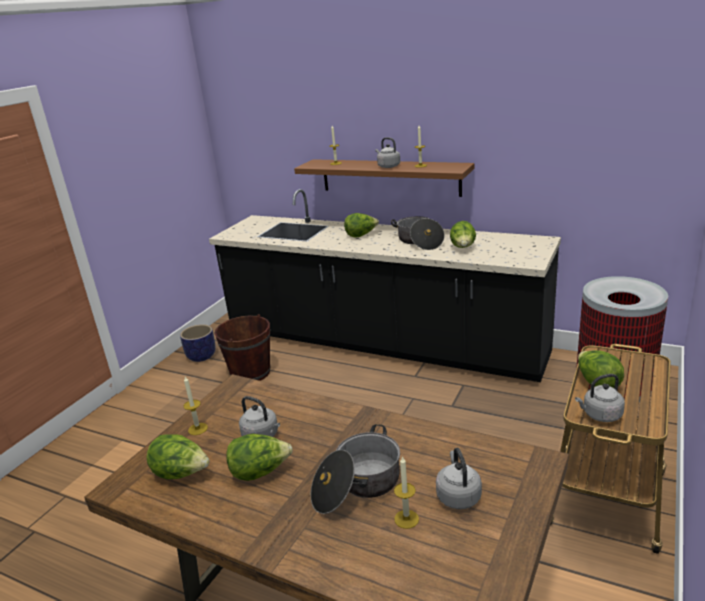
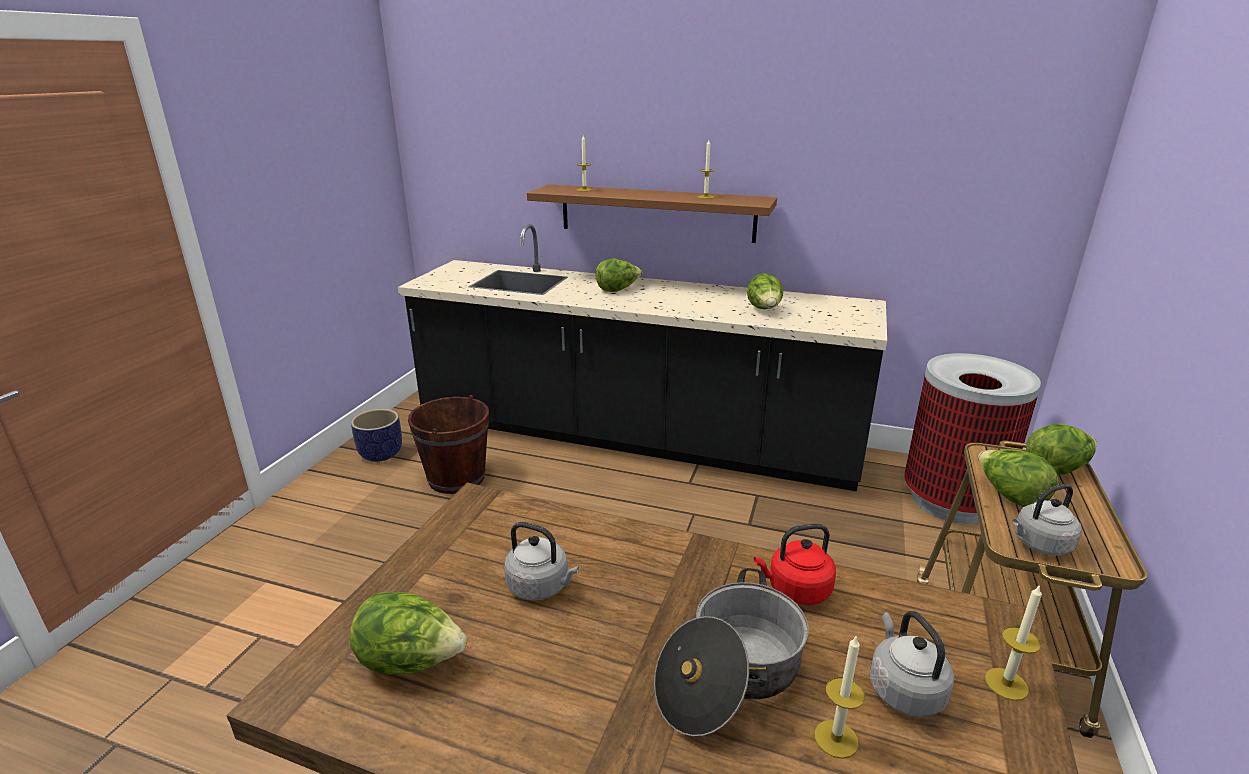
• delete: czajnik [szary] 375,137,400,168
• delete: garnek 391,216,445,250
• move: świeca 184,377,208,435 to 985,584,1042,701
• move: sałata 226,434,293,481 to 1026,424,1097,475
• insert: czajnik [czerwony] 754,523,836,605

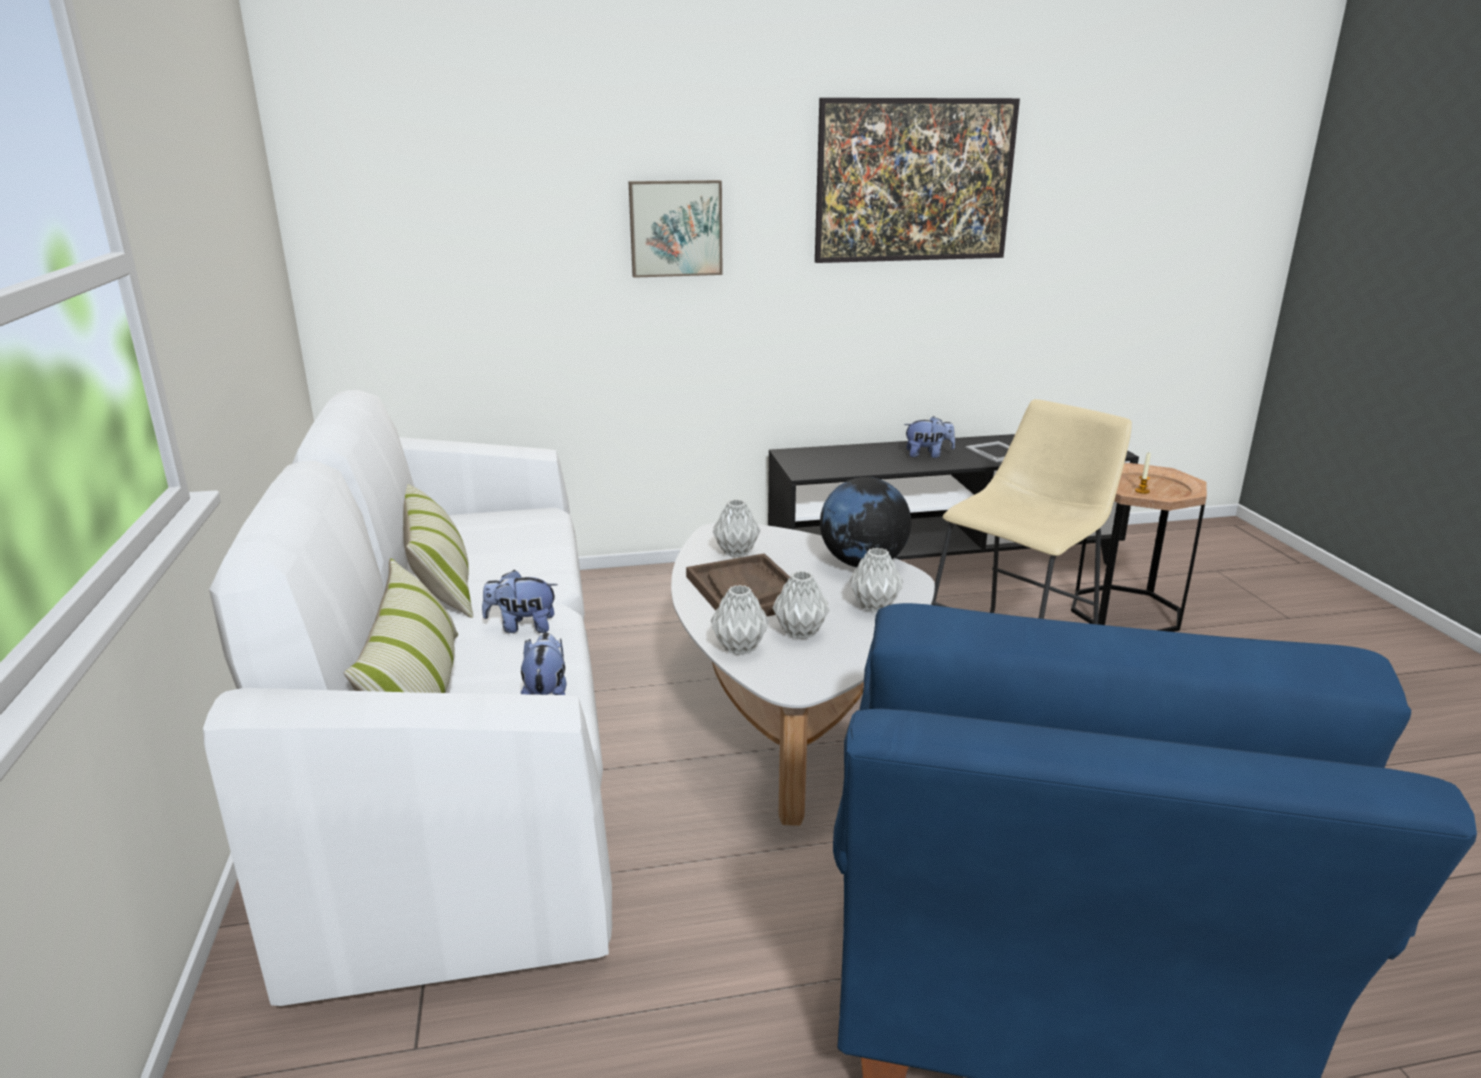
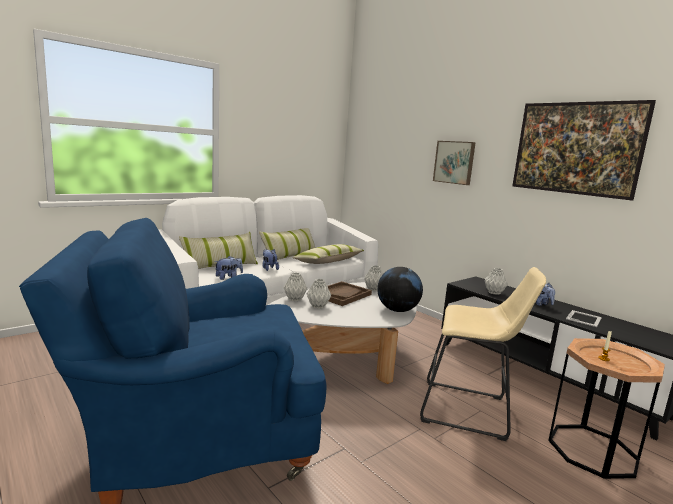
• move: wazon [szary] 849,548,903,612 to 484,268,508,295
• insert: poduszka 292,244,364,264

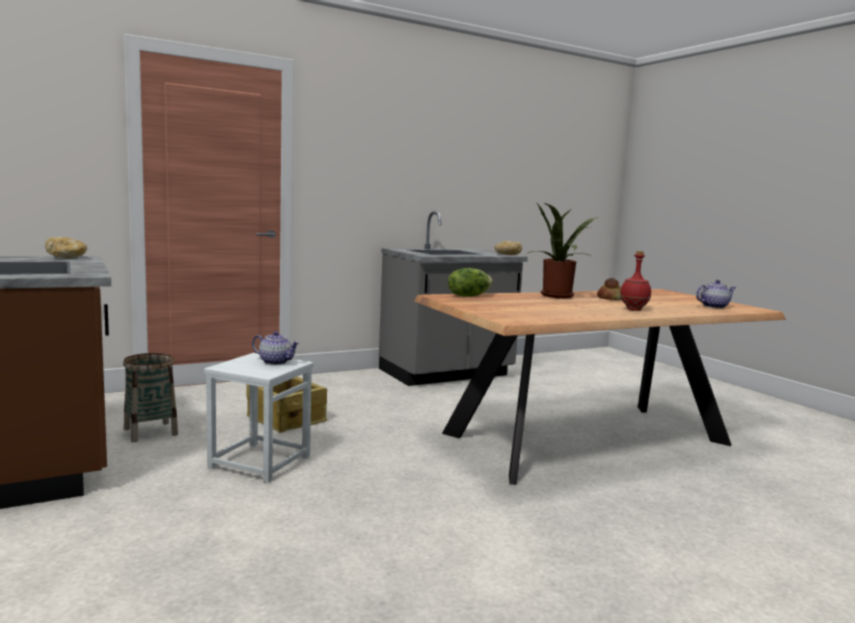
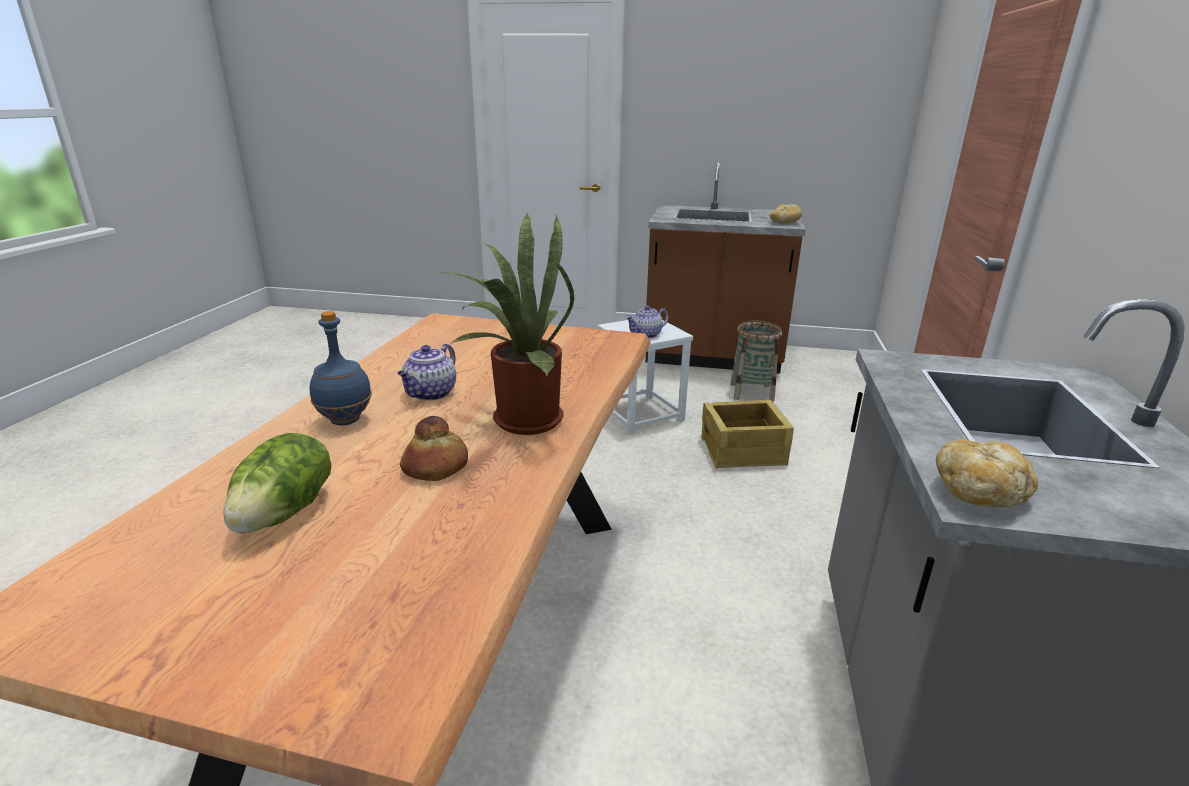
• recolor: butelka [czerwony] 620,251,651,311 to butelka [niebieski] 310,311,372,426
• move: sałata 448,268,493,297 to 223,433,331,533
• move: imbryk 696,280,736,308 to 398,344,456,401

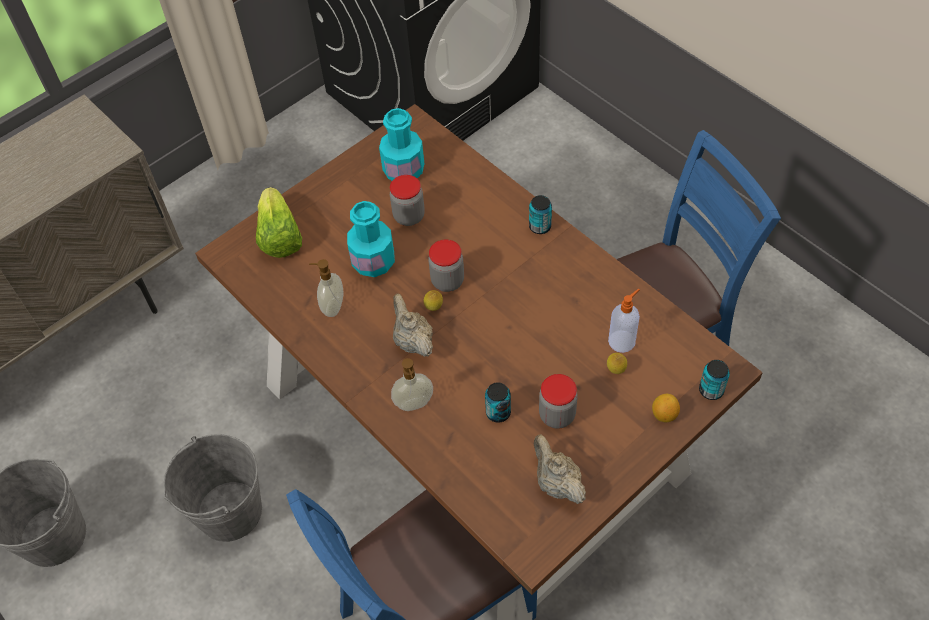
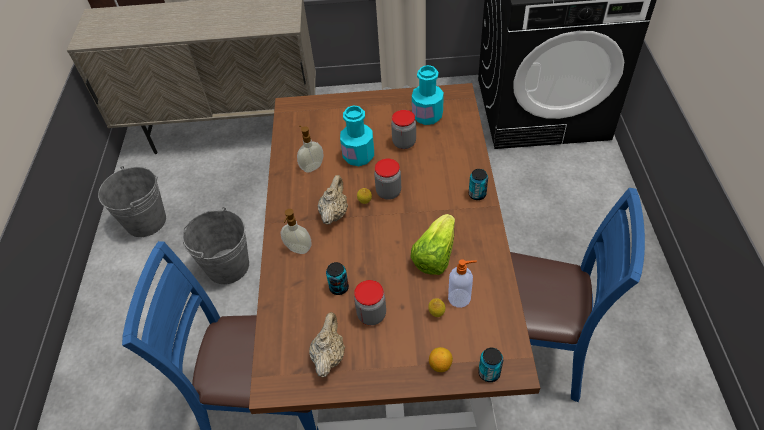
• move: sałata 256,187,302,258 to 411,214,455,275

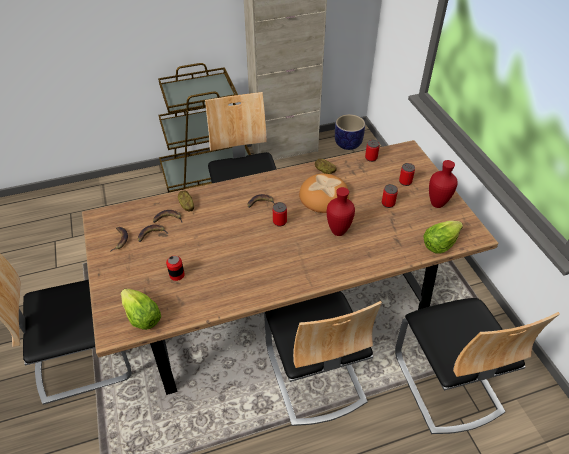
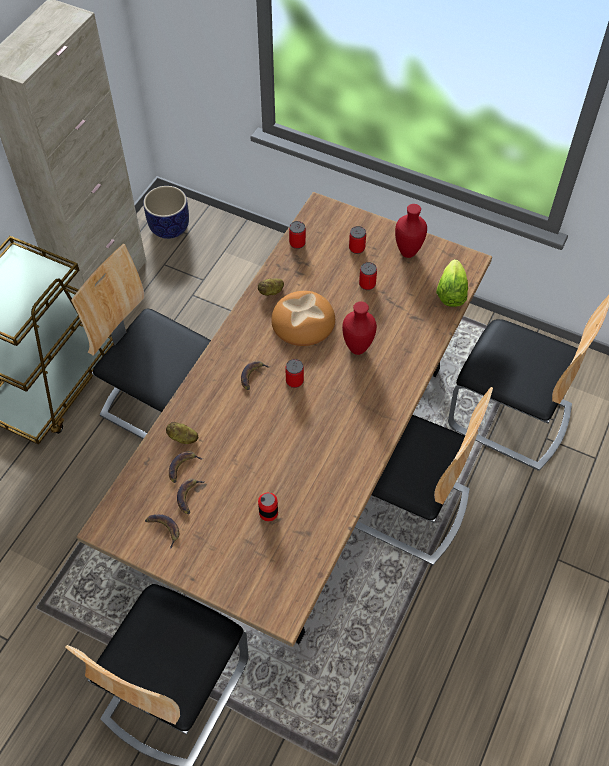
• delete: sałata 121,289,161,330

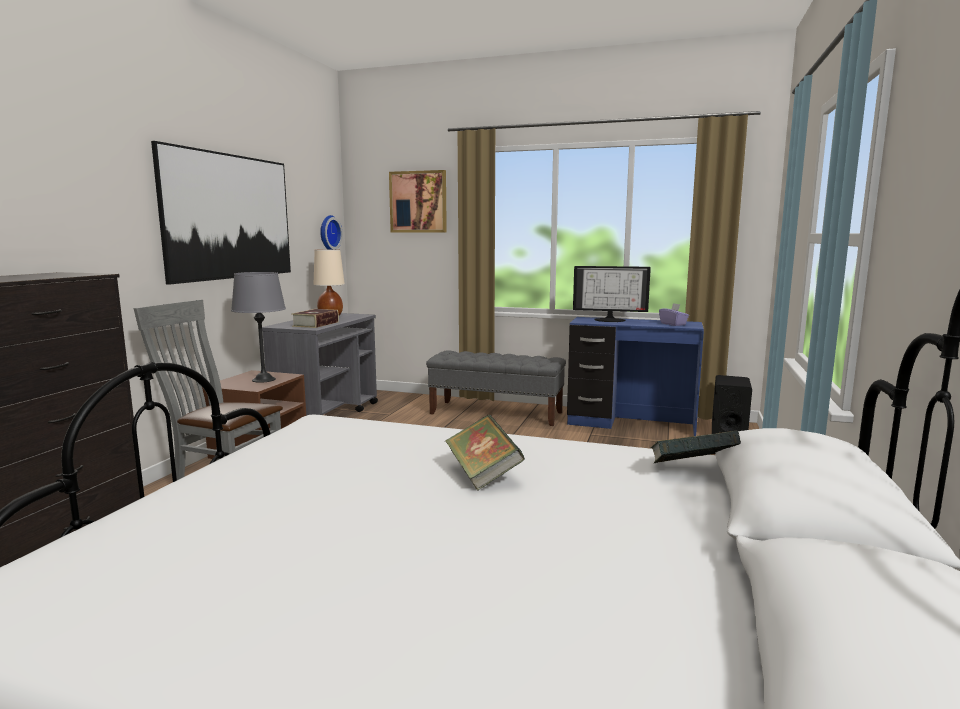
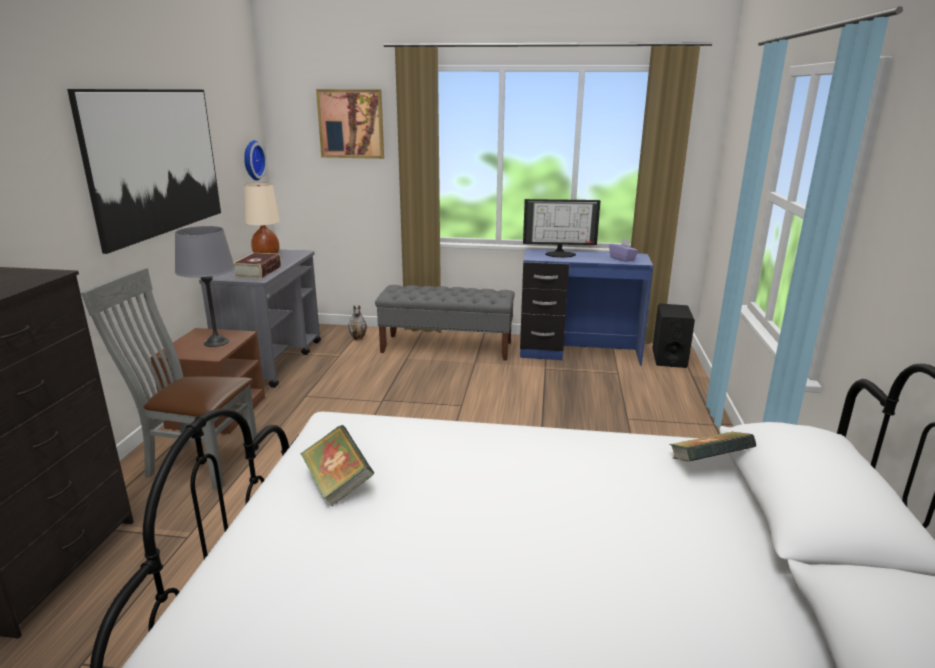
• move: książka 446,415,525,491 to 301,425,374,506
• insert: wazon 348,305,367,341

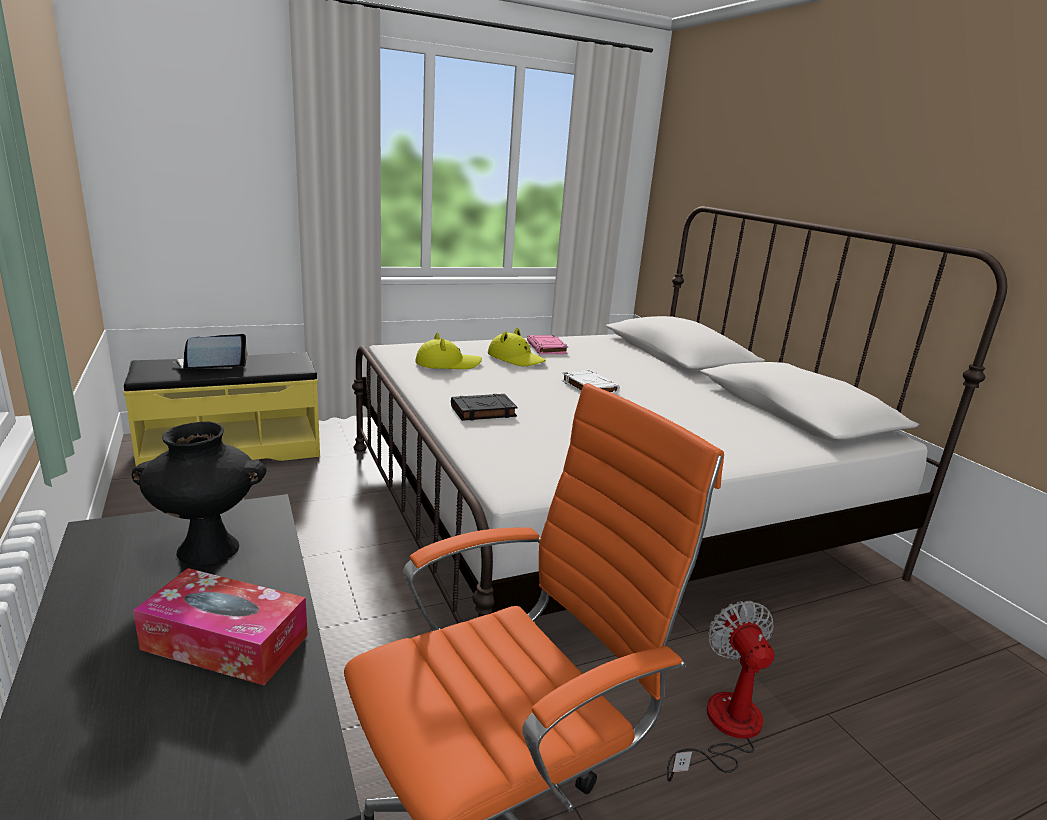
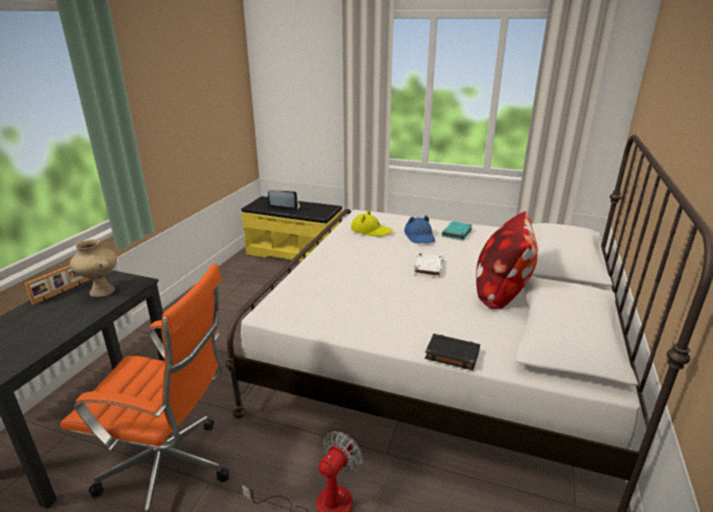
• recolor: kapelusz [żółty] 488,328,546,366 to kapelusz [niebieski] 404,215,435,243
• recolor: książka [różowy] 527,335,568,354 to książka [turkusowy] 442,221,472,241
• move: książka [czarny] 451,394,517,421 to 425,334,480,370
• recolor: wazon [czarny] 131,421,266,566 to wazon [beżowy] 70,240,117,297
• delete: pudełko chusteczek 133,568,308,685
• insert: poduszka 476,211,538,309
• insert: ramka na zdjęcie 25,265,90,305

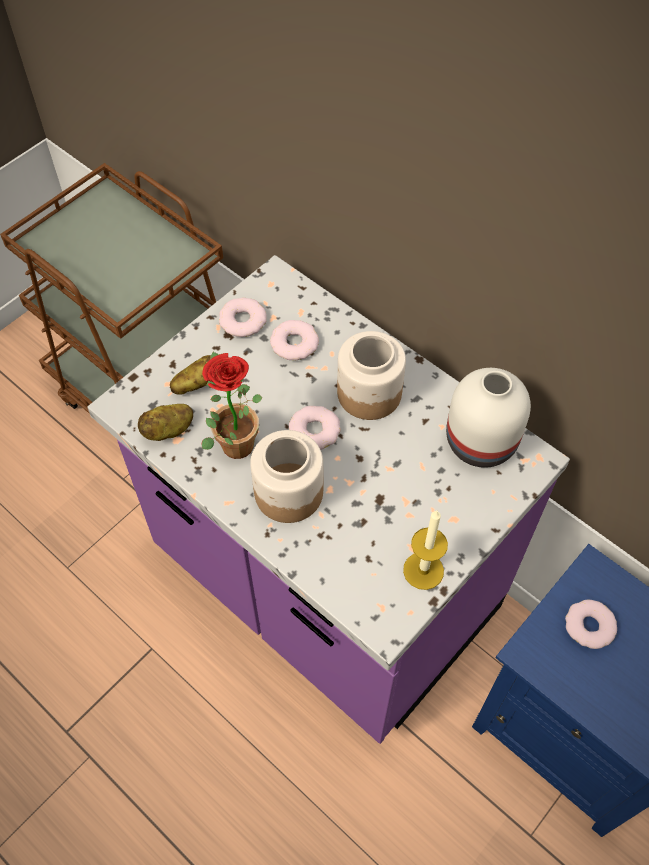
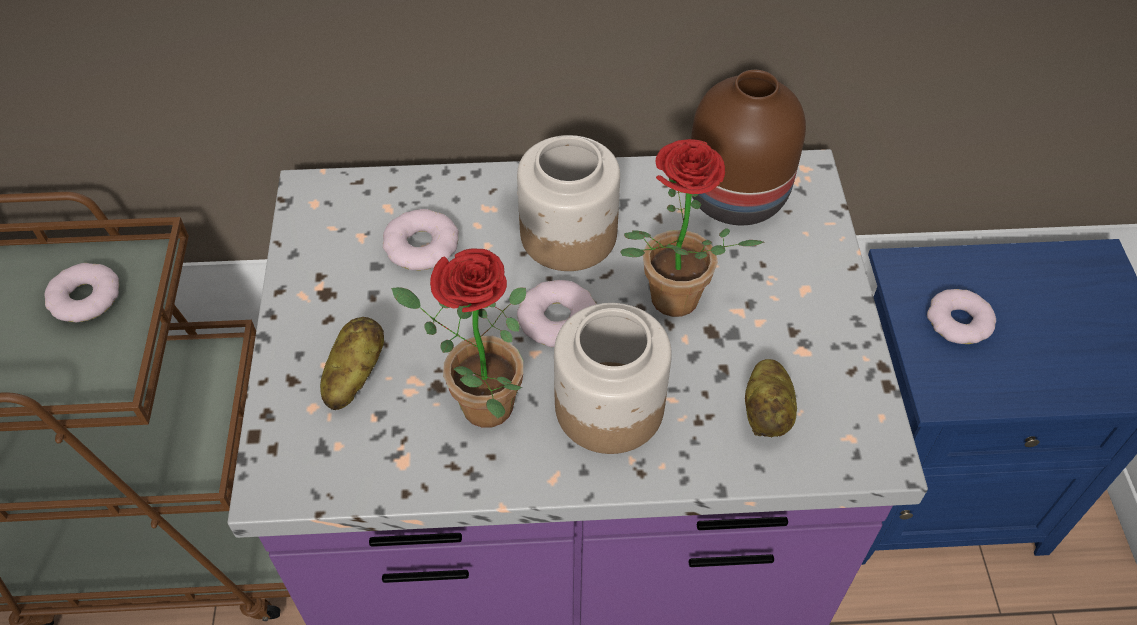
• move: donut 219,297,267,337 to 44,263,119,322
• recolor: wazon [biały] 446,368,531,468 to wazon [brązowy] 691,70,806,225
• move: ziemniak 138,404,193,441 to 745,359,797,437
• delete: świeca 403,511,448,590
• insert: roślina doniczkowa 621,139,764,317

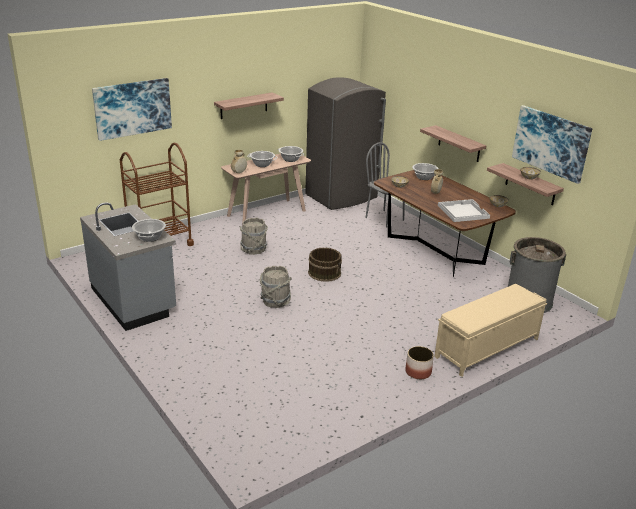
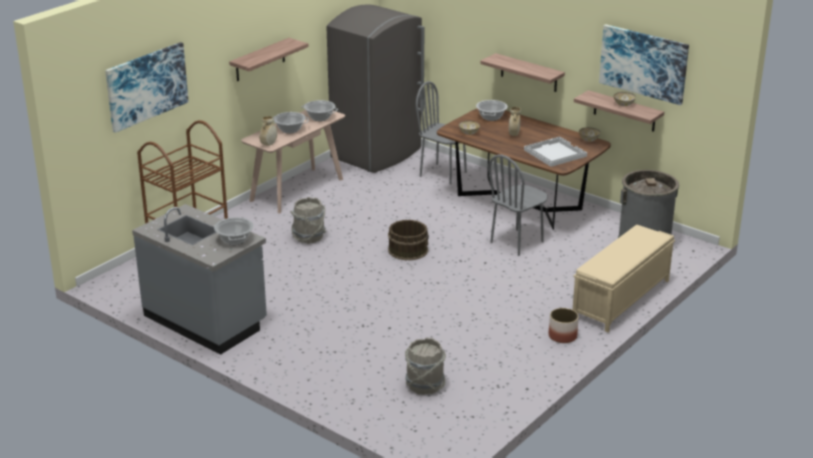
• move: wiadro [szary] 260,266,292,308 to 405,338,446,395
• insert: krzesło [szary] 488,155,548,256

